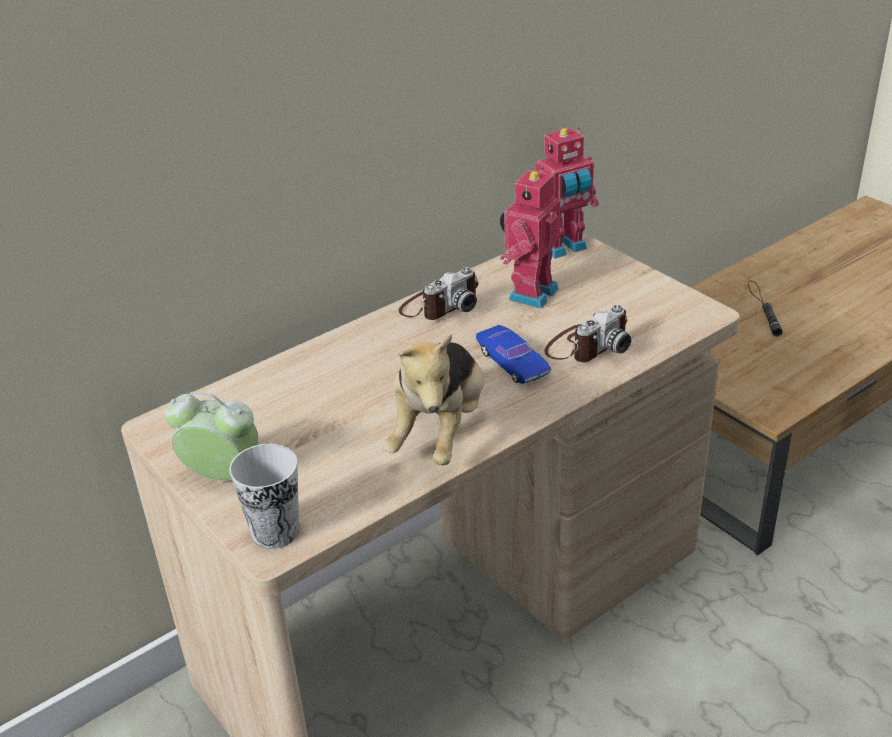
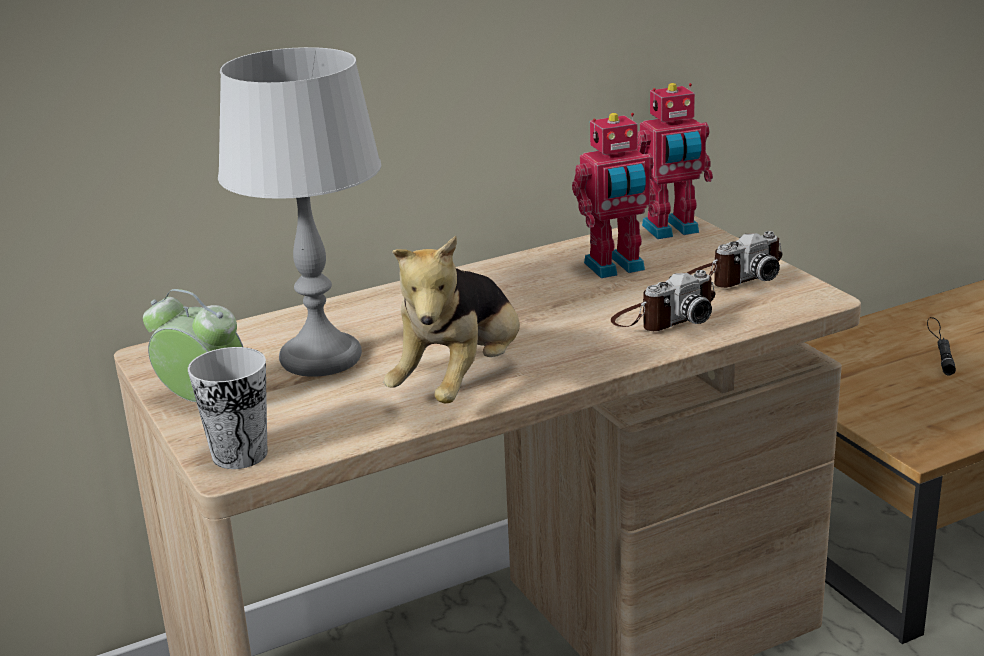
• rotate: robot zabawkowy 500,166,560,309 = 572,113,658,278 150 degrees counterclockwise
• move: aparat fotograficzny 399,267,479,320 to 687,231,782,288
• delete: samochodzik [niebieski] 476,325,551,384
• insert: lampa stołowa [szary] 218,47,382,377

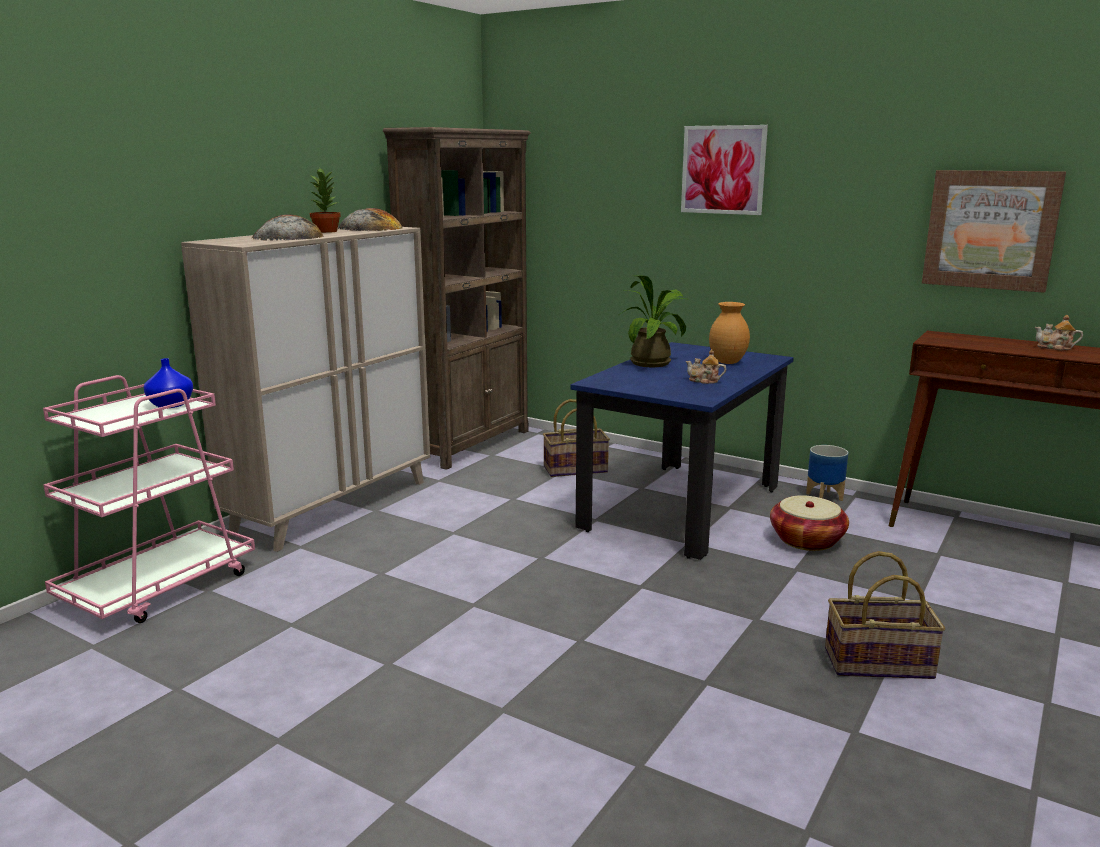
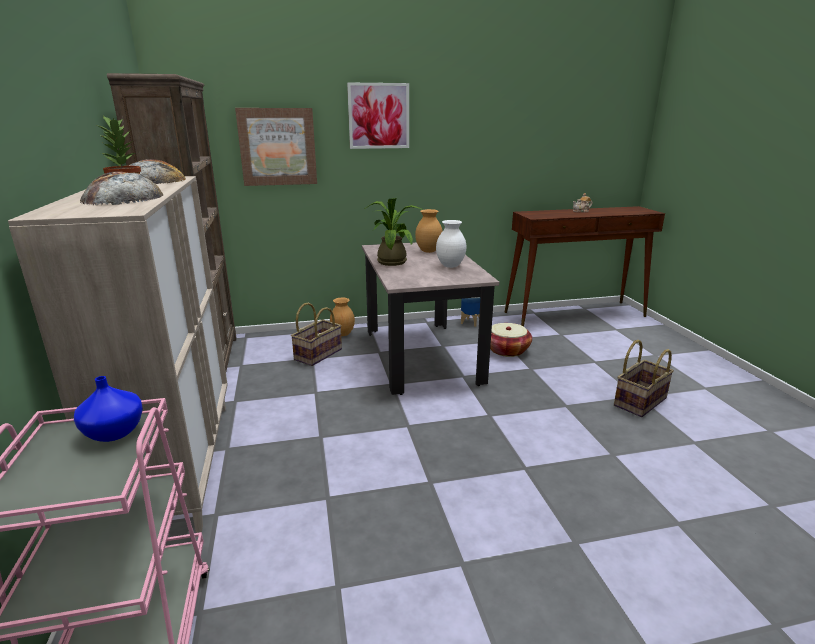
• move: obraz 922,170,1066,293 to 235,108,317,186
• recolor: stół jadalny [niebieski] 571,342,794,560 to stół jadalny [beżowy] 362,242,499,395
• replace: imbryk 686,349,726,384 to wazon [biały] 436,220,466,268
• insert: wazon [brązowy] 330,298,355,336

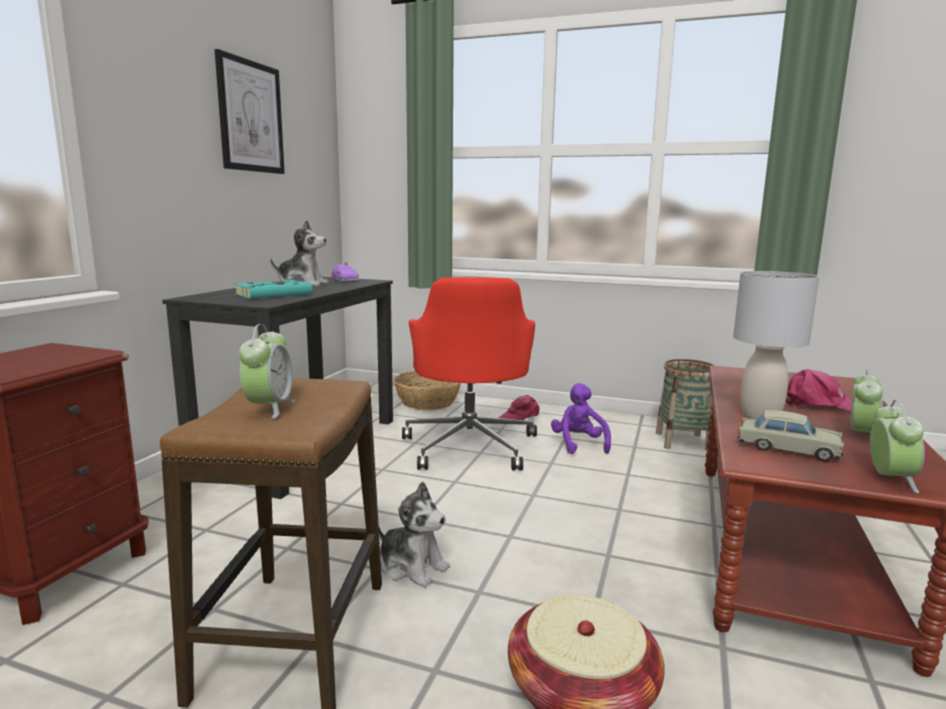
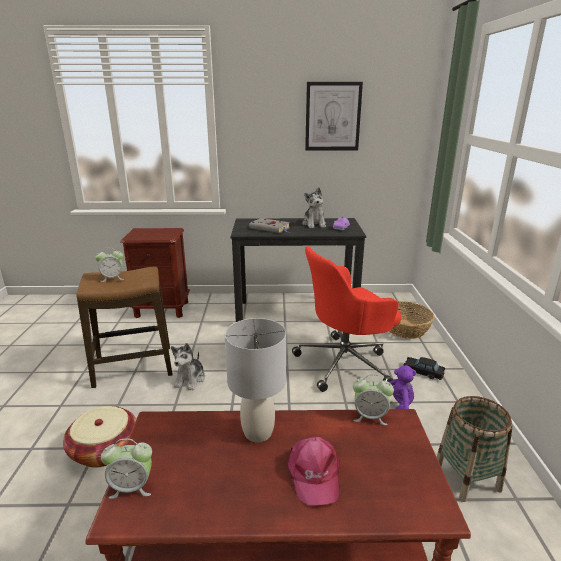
• recolor: książka [turkusowy] 234,280,312,299 to książka [szary] 249,218,290,233
• move: budzik 851,369,883,433 to 353,374,394,425
• replace: czapka z daszkiem [różowy] 499,395,540,420 to samochodzik [czarny] 404,357,445,380
• delete: samochodzik [beżowy] 737,410,844,461

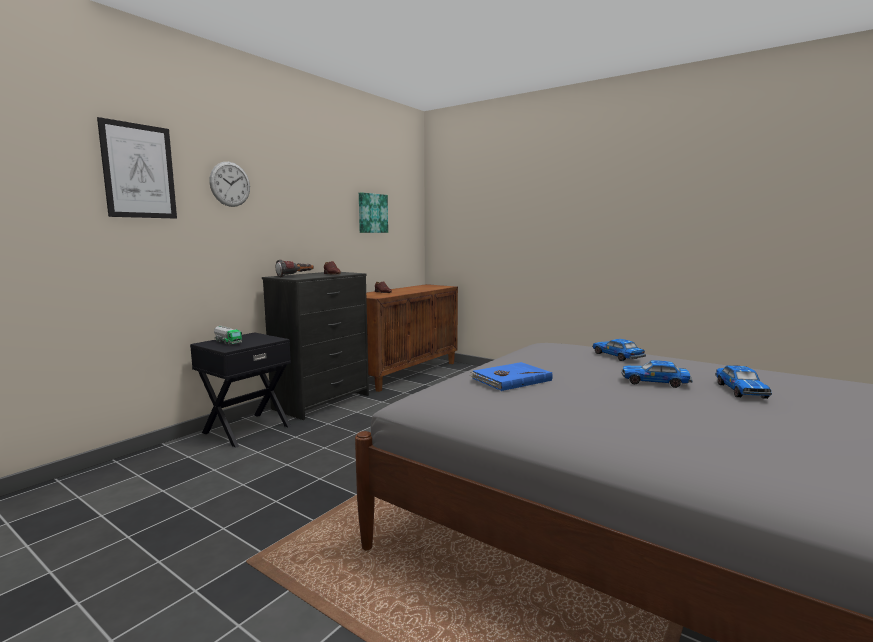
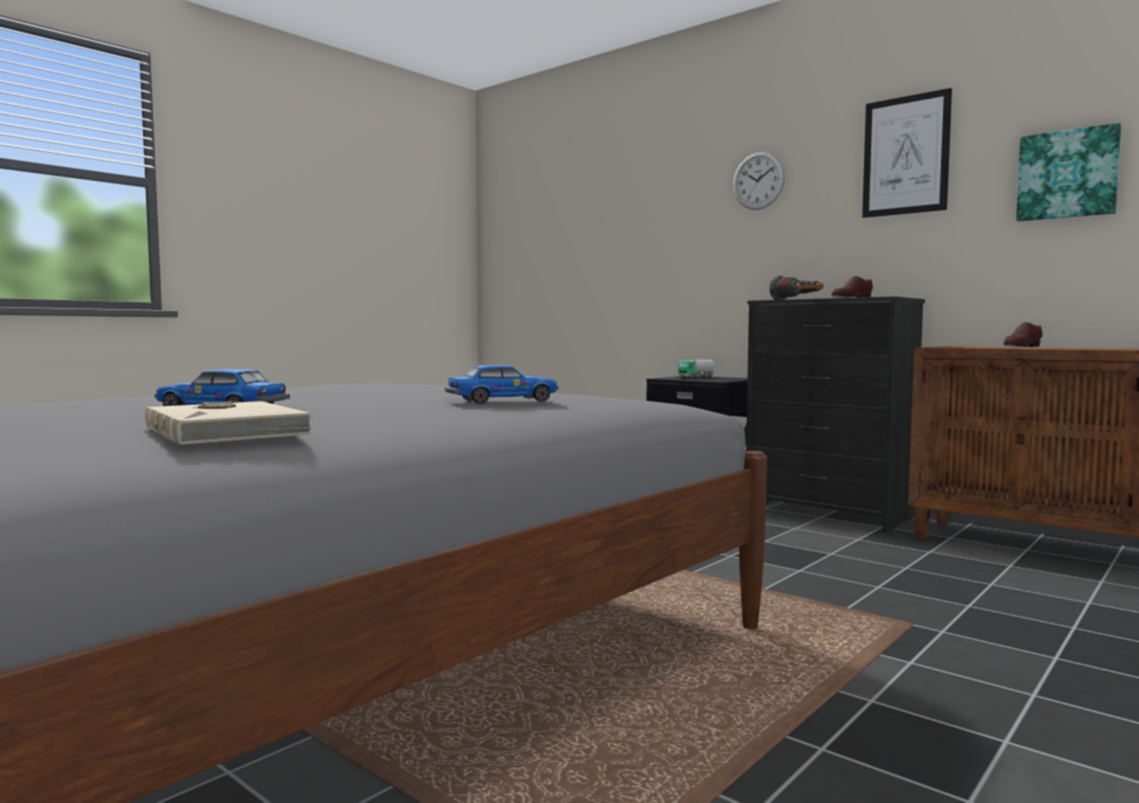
• move: obraz 97,117,177,219 to 862,88,952,218
• delete: samochodzik 621,360,692,388
• delete: książka [niebieski] 470,362,553,391
• insert: książka [beżowy] 145,401,313,445

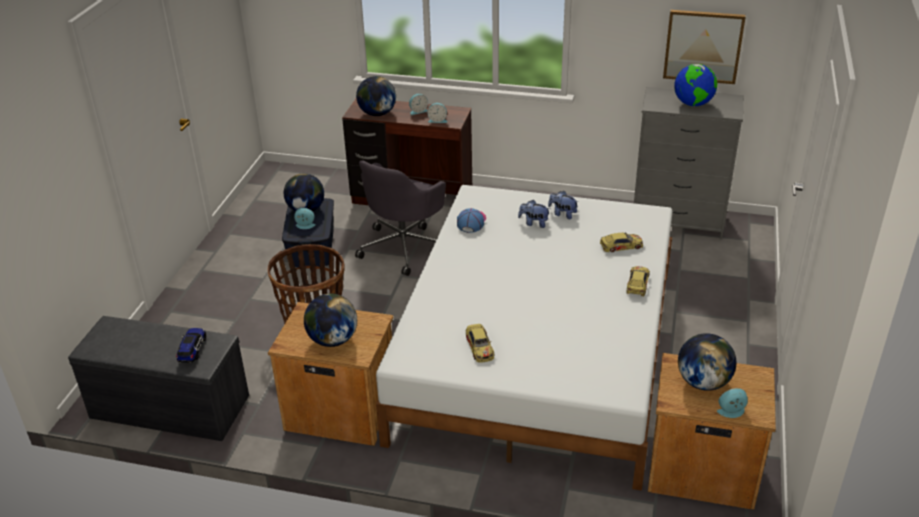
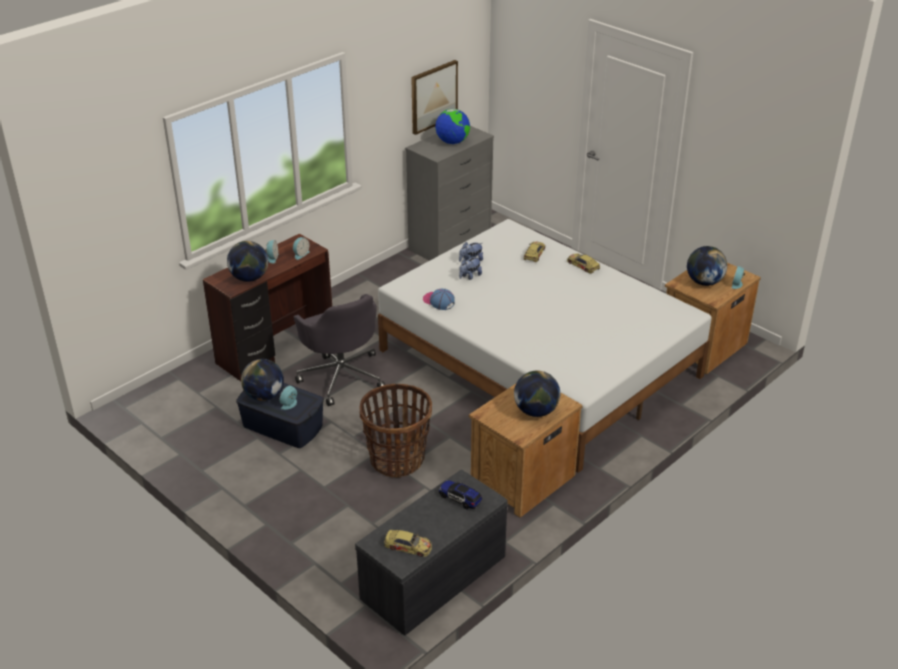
• move: samochodzik 466,324,494,363 to 384,530,432,557

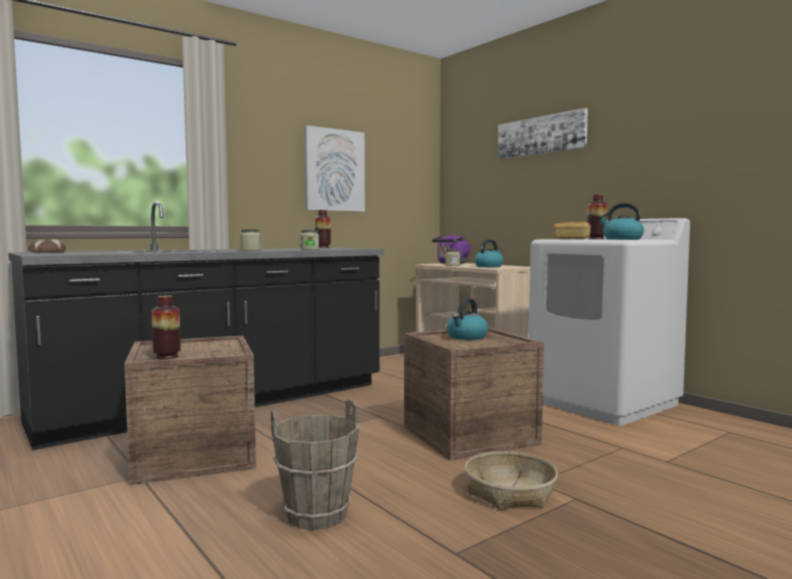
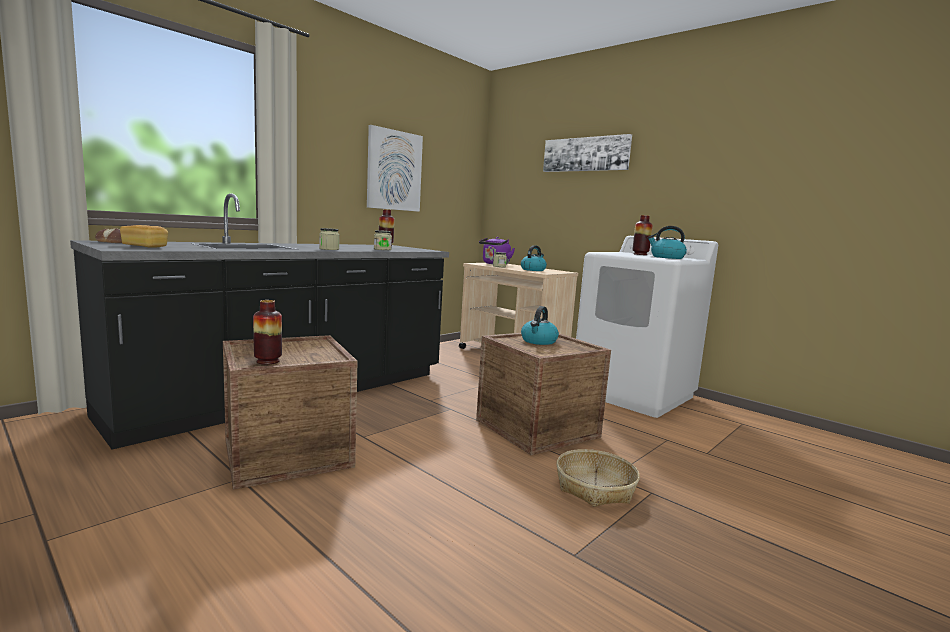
• move: chleb 553,222,591,239 to 120,225,168,248
• delete: wiadro [brązowy] 271,399,359,530

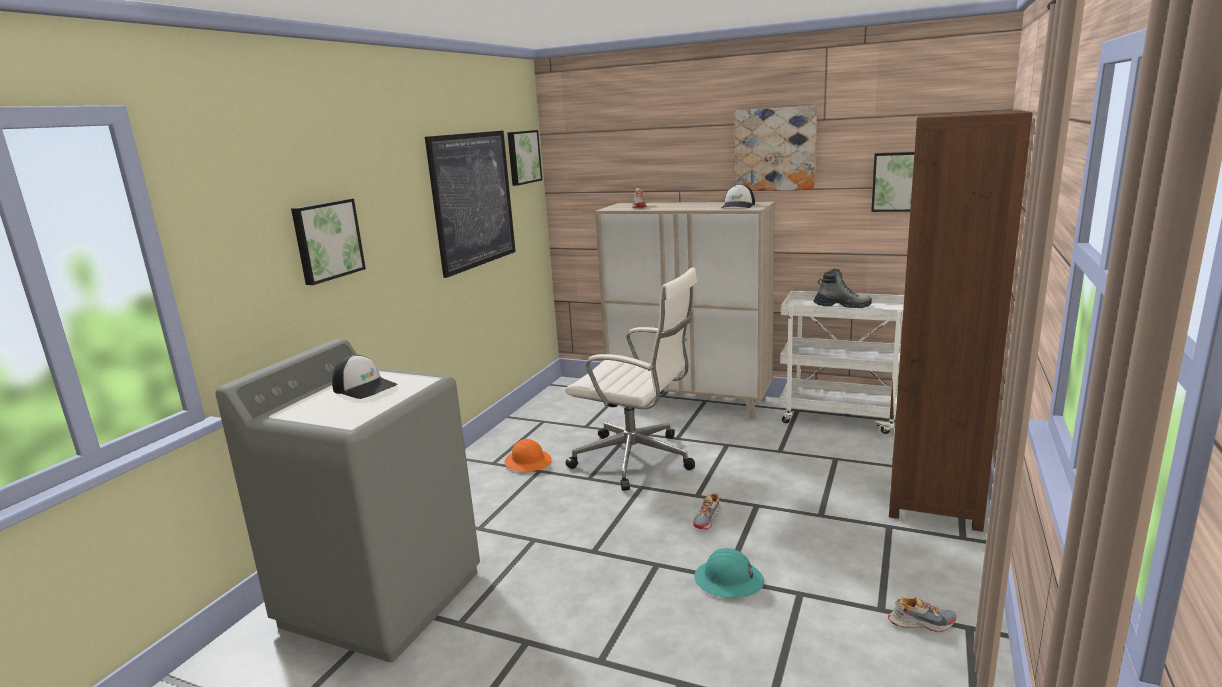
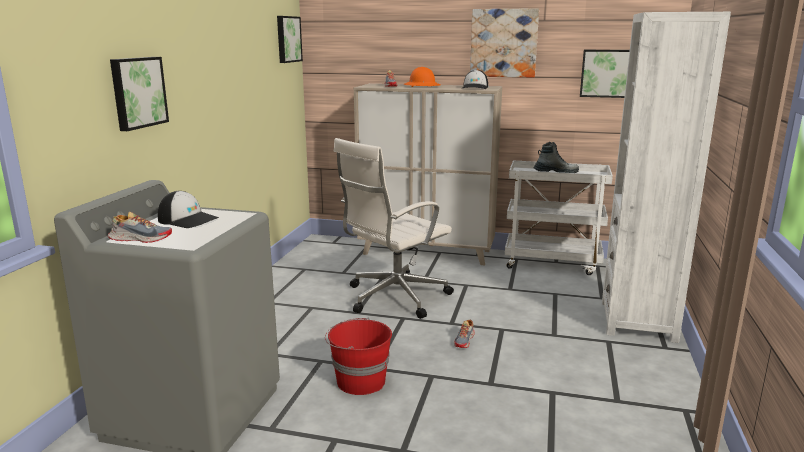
• recolor: regał [brązowy] 889,110,1033,532 to regał [biały] 602,12,731,343
• delete: obraz 425,131,516,278
• rotate: krzesło biurowe [biały] 565,267,697,491 = 334,138,454,319 120 degrees clockwise
• move: kask [pomarańczowy] 504,439,552,472 to 404,67,440,87
• delete: kask [turkusowy] 694,548,764,598
• move: but 888,597,956,632 to 108,212,172,243
• insert: wiadro [czerwony] 325,318,392,395

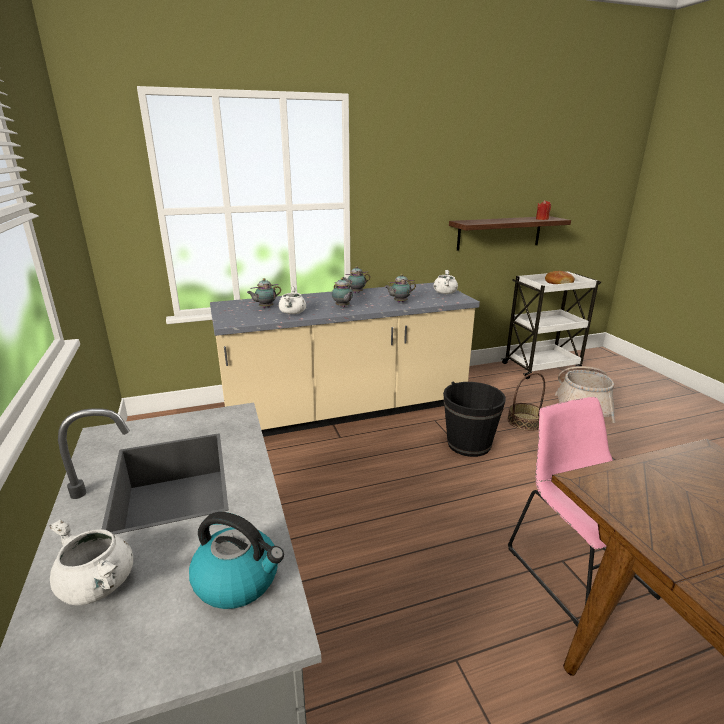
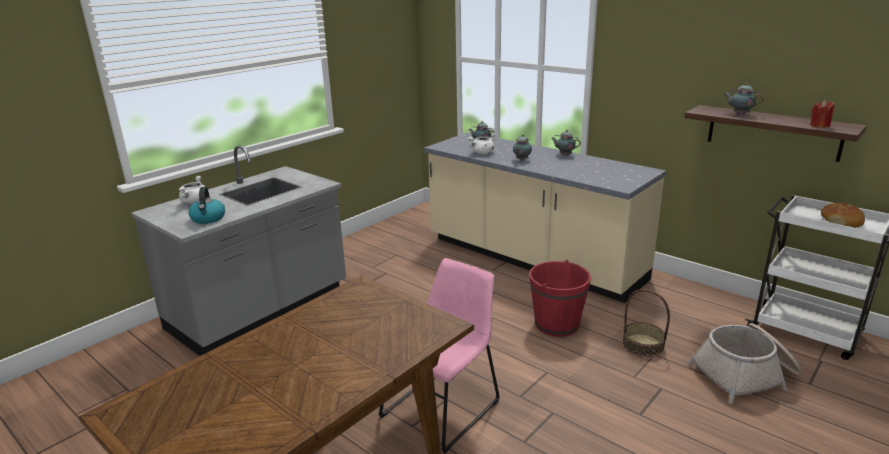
• delete: garnek [biały] 434,270,458,294
• move: imbryk 385,274,416,303 to 724,83,764,115
• recolor: wiadro [czarny] 443,382,506,457 to wiadro [czerwony] 529,259,591,337

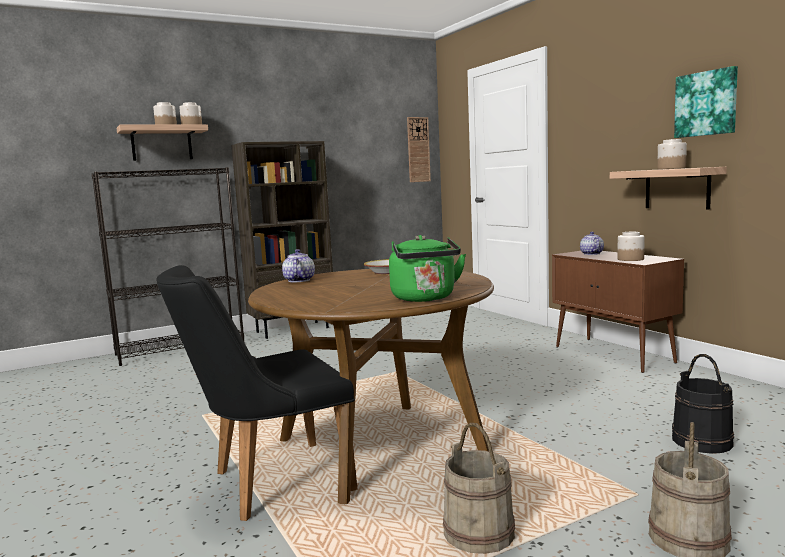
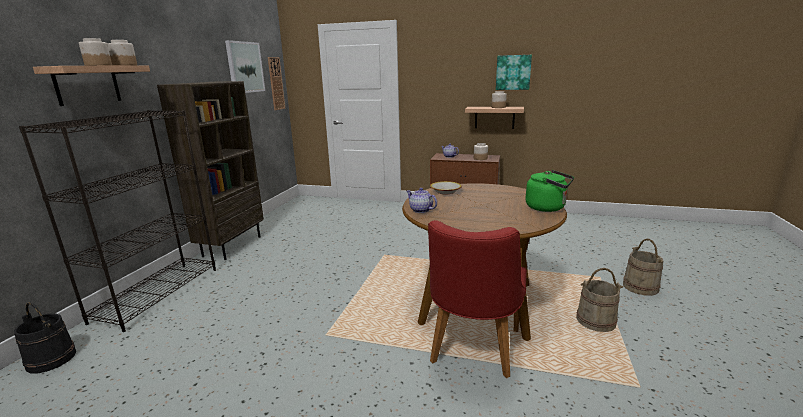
• recolor: krzesło [czarny] 156,265,358,521 to krzesło [czerwony] 428,220,527,378
• move: wiadro [czarny] 672,354,734,453 to 14,302,76,373
• insert: obraz 225,40,265,93

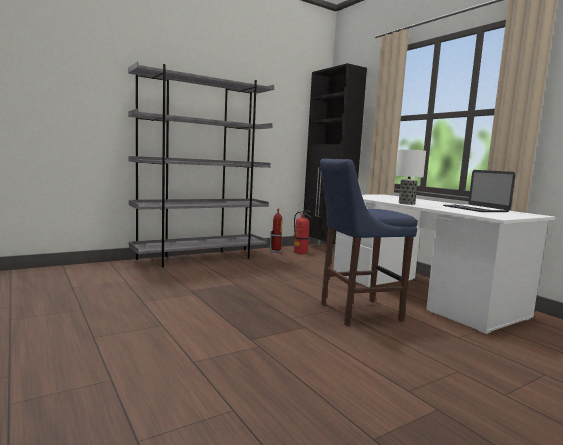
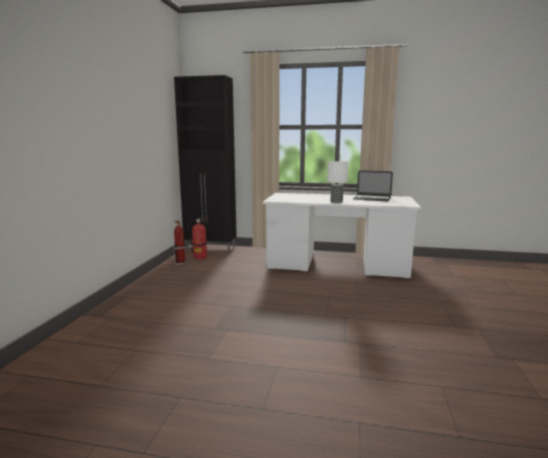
• delete: regał [szary] 128,61,274,267
• delete: stołek [niebieski] 320,159,418,326

